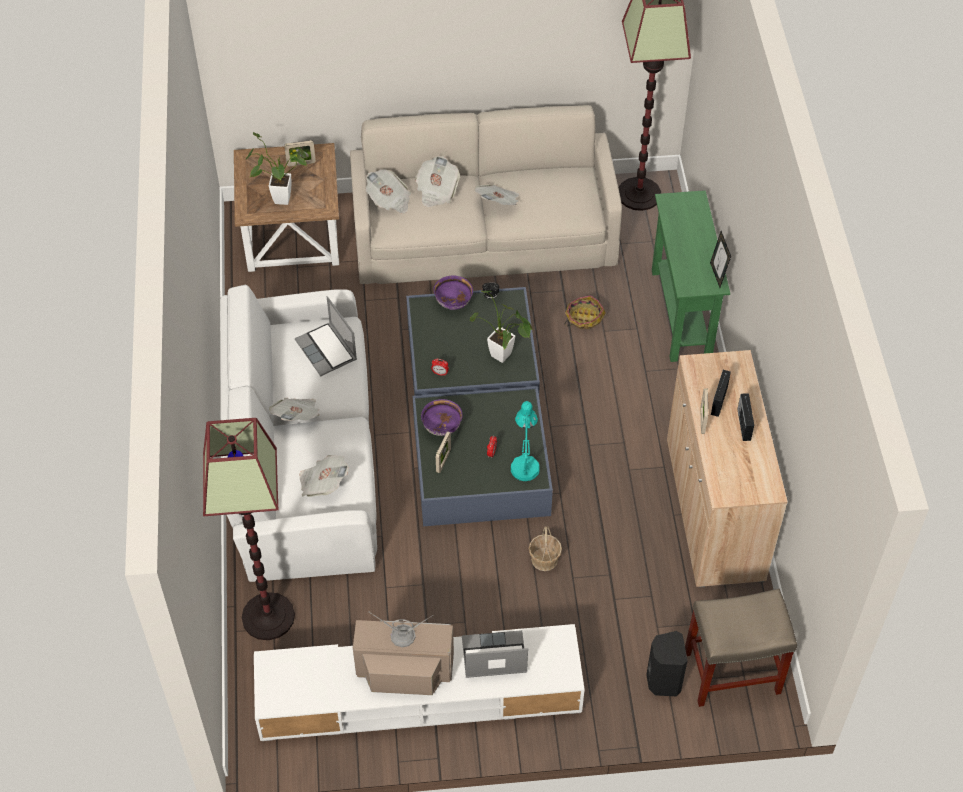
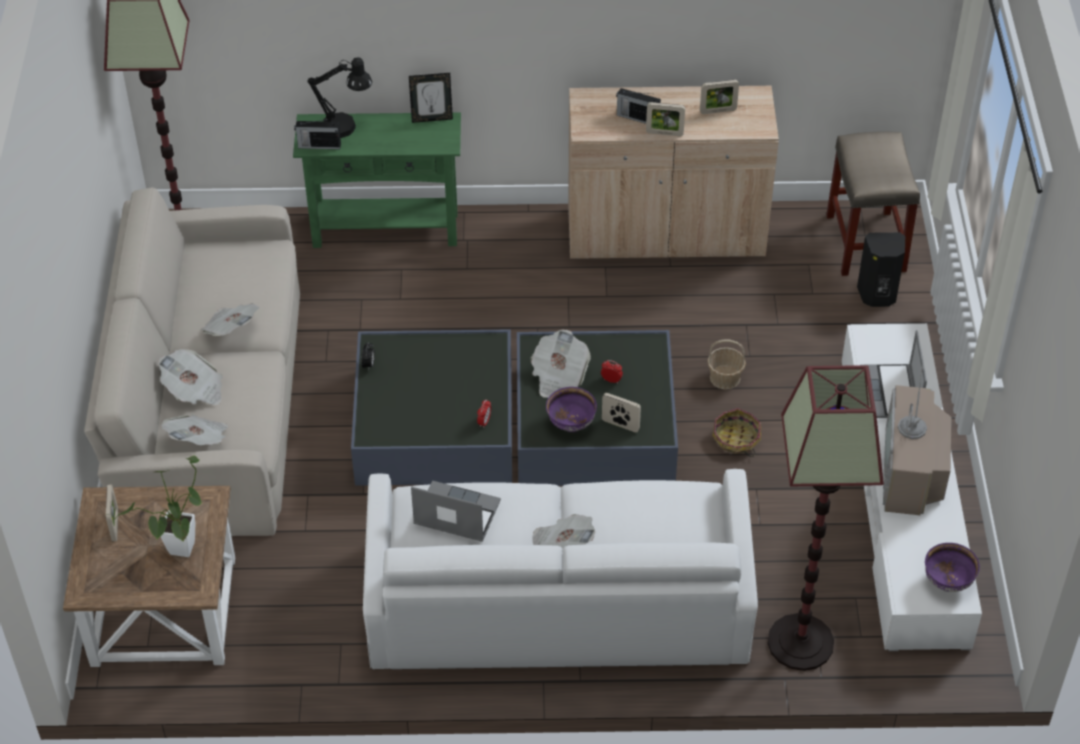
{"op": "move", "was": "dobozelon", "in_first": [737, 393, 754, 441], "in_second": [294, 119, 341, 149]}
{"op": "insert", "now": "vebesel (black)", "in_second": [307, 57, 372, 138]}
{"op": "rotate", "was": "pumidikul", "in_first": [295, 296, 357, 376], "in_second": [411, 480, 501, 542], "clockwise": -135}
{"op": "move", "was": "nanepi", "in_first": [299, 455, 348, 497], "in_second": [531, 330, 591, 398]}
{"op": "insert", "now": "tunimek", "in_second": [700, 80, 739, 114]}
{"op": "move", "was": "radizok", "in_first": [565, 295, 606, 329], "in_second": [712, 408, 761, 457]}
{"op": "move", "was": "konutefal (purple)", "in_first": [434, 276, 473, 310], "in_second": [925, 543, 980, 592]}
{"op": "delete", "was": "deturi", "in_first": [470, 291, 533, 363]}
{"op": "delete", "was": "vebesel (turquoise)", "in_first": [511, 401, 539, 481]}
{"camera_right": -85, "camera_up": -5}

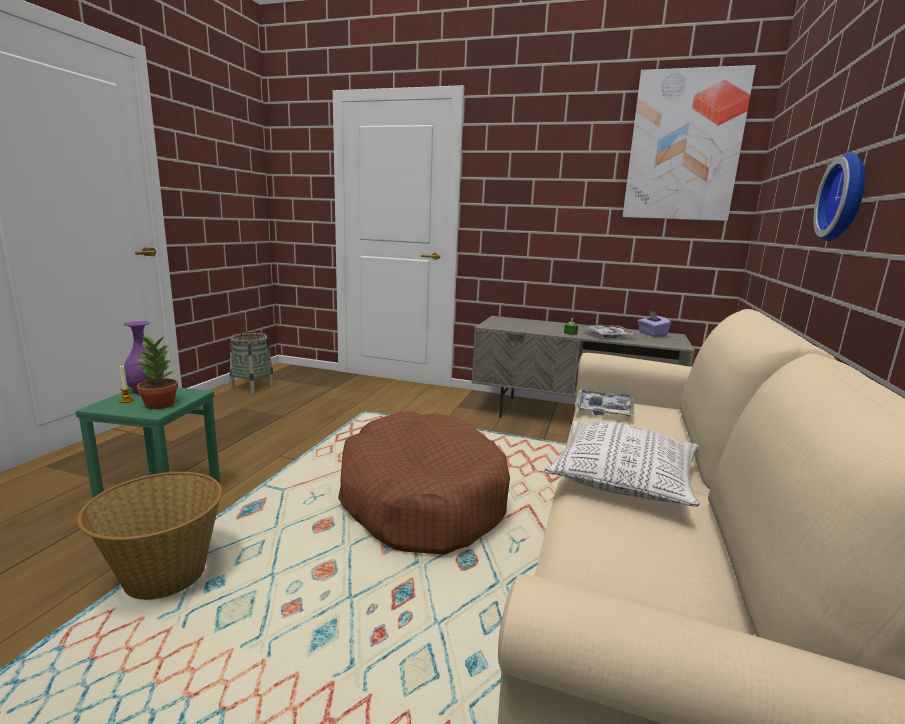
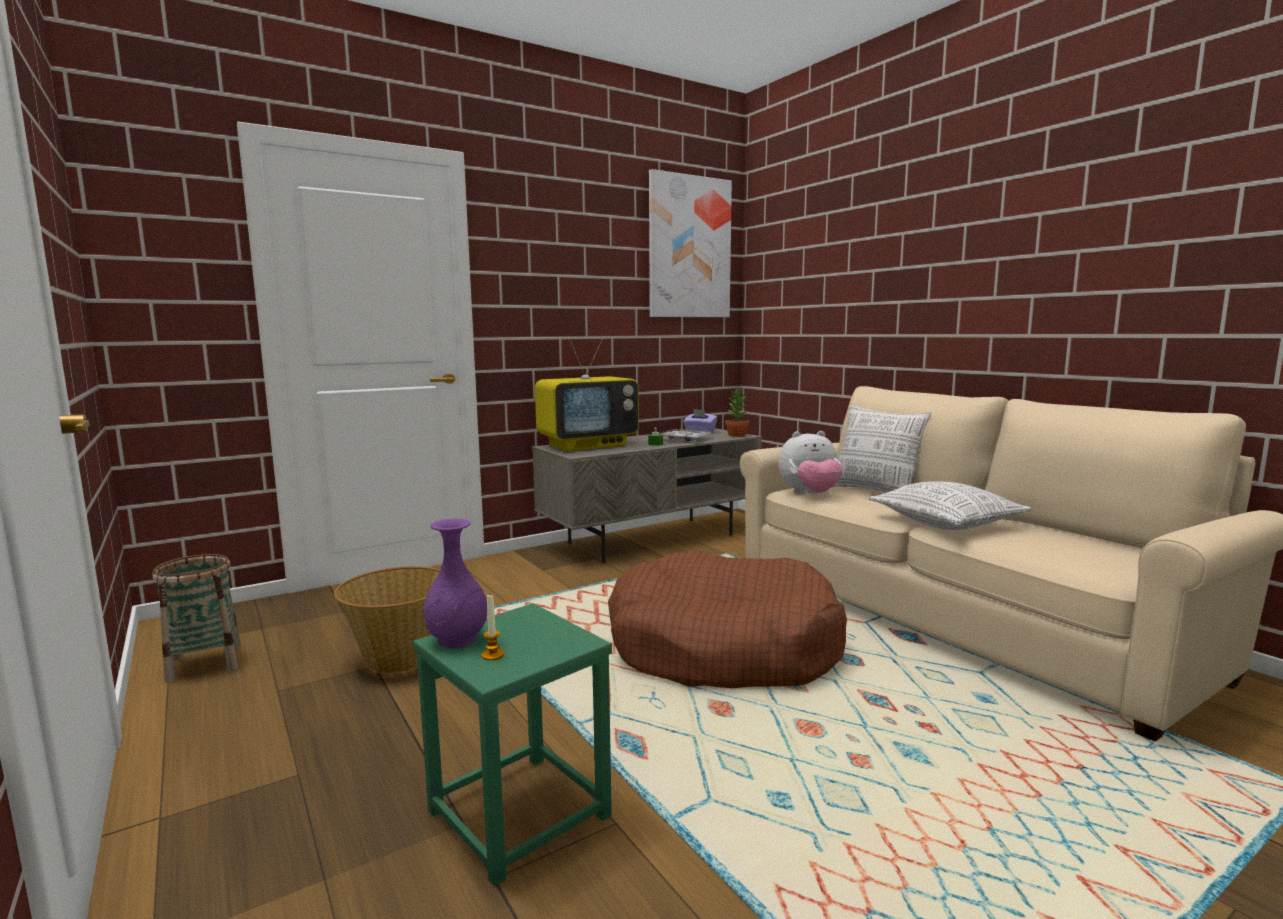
{"op": "move", "was": "radizok", "in_first": [77, 472, 222, 600], "in_second": [334, 566, 440, 674]}
{"op": "insert", "now": "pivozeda", "in_second": [535, 338, 639, 451]}
{"op": "move", "was": "deturi", "in_first": [136, 335, 178, 409], "in_second": [725, 388, 749, 437]}
{"op": "replace", "was": "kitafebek", "now": "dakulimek", "in_first": [575, 389, 634, 416], "in_second": [778, 431, 842, 494]}
{"op": "insert", "now": "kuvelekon", "in_second": [832, 404, 931, 493]}
{"op": "delete", "was": "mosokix", "in_first": [813, 152, 865, 241]}
{"camera_right": -50, "camera_up": -5}

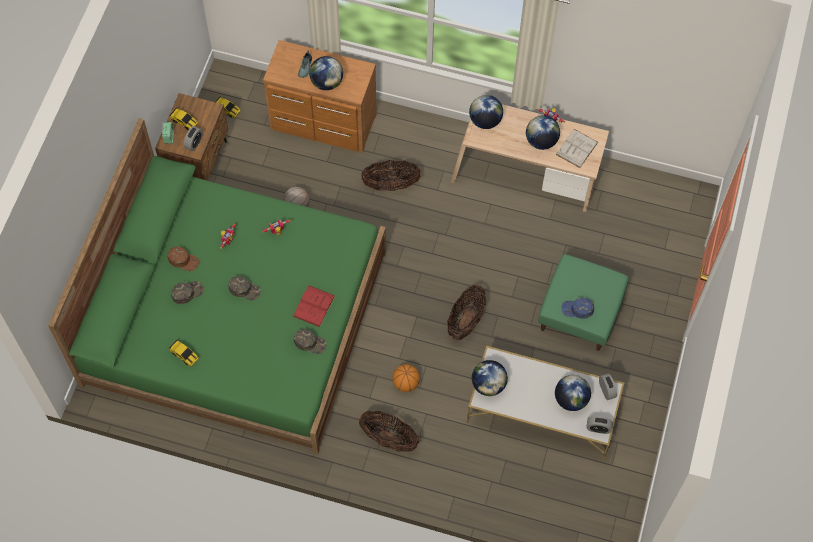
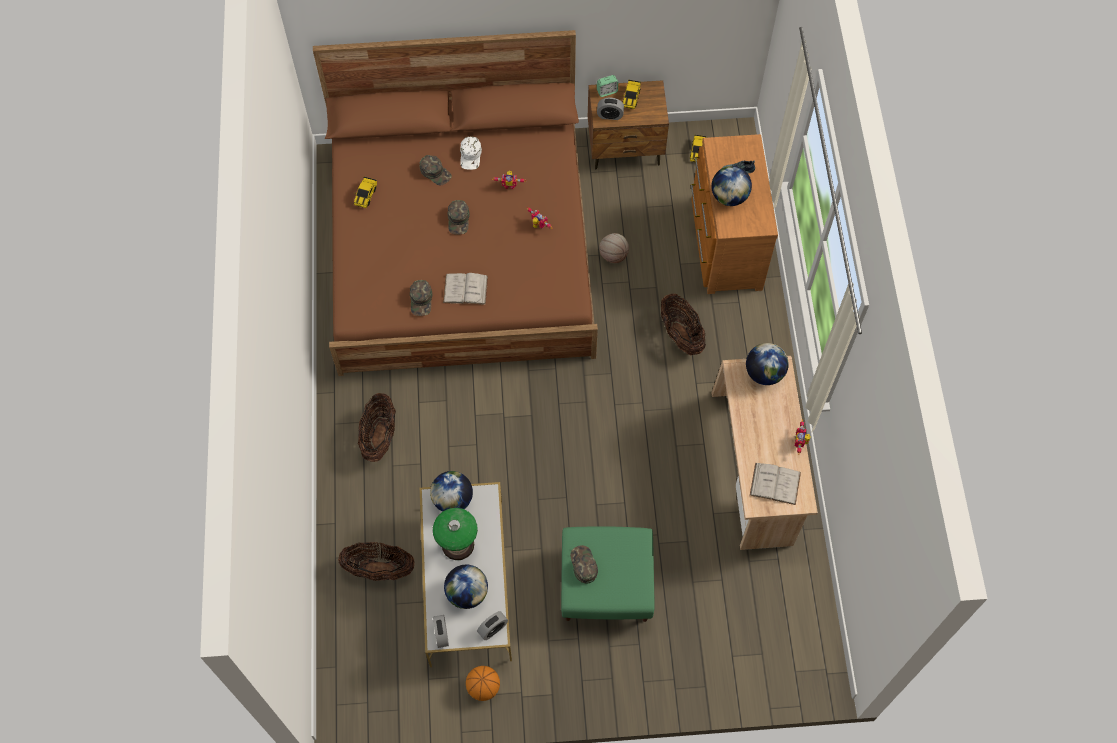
{"op": "recolor", "was": "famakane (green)", "now": "famakane (brown)", "in_first": [48, 118, 386, 454], "in_second": [313, 30, 598, 376]}
{"op": "move", "was": "radizok", "in_first": [447, 285, 486, 340], "in_second": [338, 542, 414, 581]}
{"op": "insert", "now": "vebesel", "in_second": [433, 508, 478, 560]}
{"op": "recolor", "was": "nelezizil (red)", "now": "nelezizil (white)", "in_first": [293, 285, 335, 327], "in_second": [443, 273, 488, 305]}
{"op": "recolor", "was": "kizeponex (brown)", "now": "kizeponex (white)", "in_first": [167, 246, 199, 271], "in_second": [460, 136, 482, 170]}
{"op": "move", "was": "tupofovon", "in_first": [392, 364, 420, 392], "in_second": [466, 666, 500, 701]}
{"op": "recolor", "was": "kizeponex (blue)", "now": "kizeponex (green)", "in_first": [561, 298, 594, 318], "in_second": [570, 545, 598, 583]}
{"op": "delete", "was": "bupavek", "in_first": [526, 115, 560, 150]}
{"camera_right": 70, "camera_up": 0}

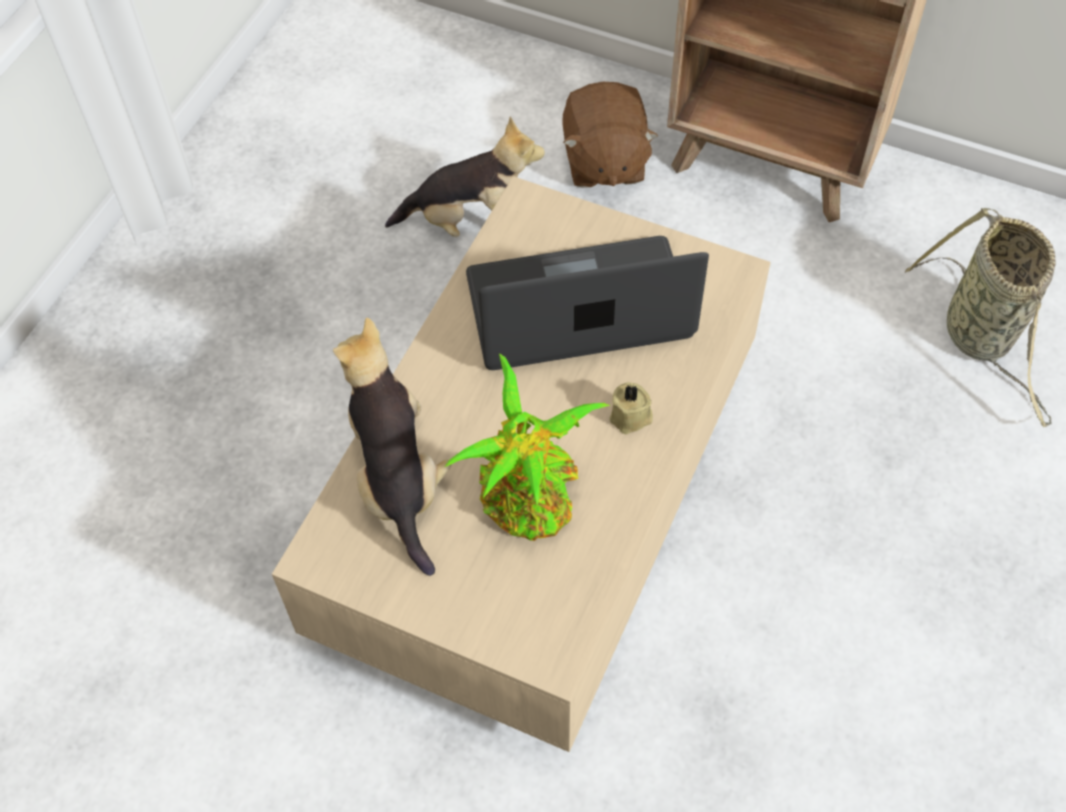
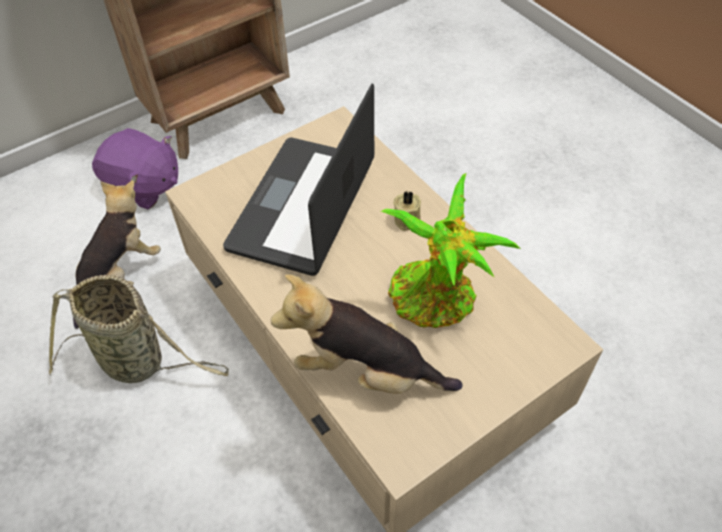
{"op": "move", "was": "radizok", "in_first": [905, 208, 1056, 427], "in_second": [49, 275, 229, 383]}
{"op": "recolor", "was": "dakulimek (brown)", "now": "dakulimek (purple)", "in_first": [562, 82, 658, 188], "in_second": [92, 128, 178, 209]}
{"camera_right": -60, "camera_up": -5}

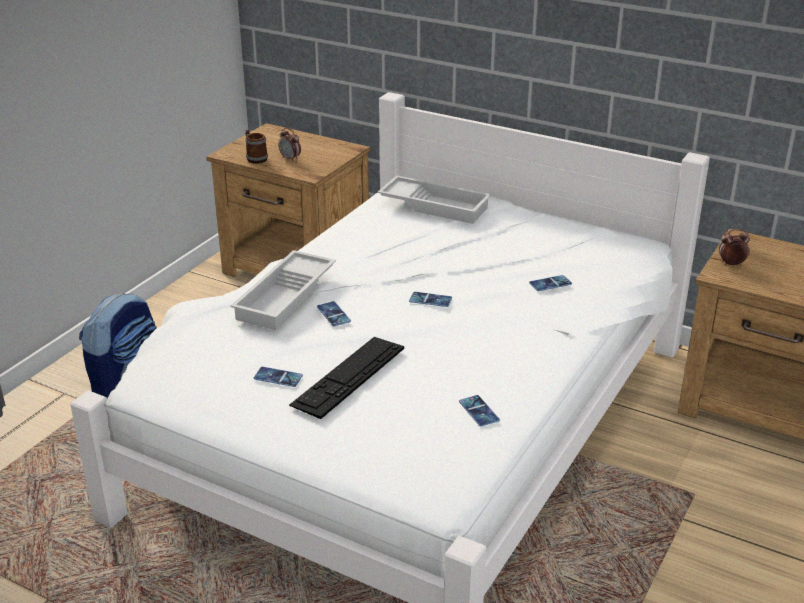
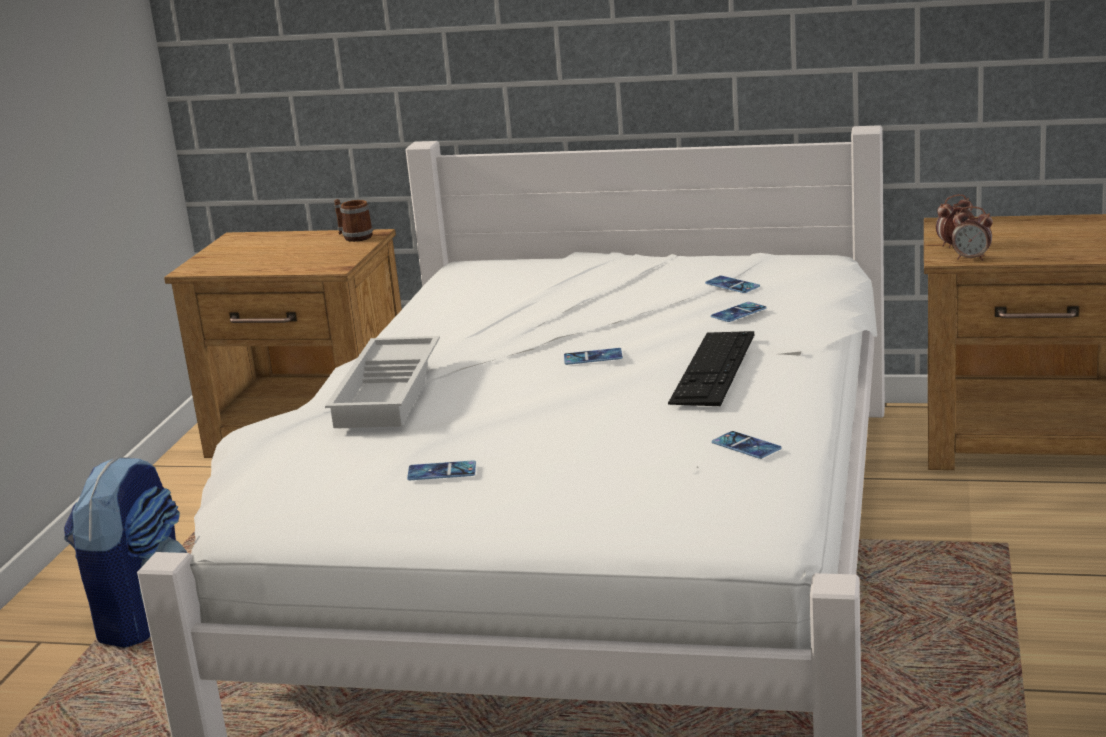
{"op": "move", "was": "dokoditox", "in_first": [245, 130, 268, 164], "in_second": [334, 199, 373, 242]}
{"op": "move", "was": "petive", "in_first": [289, 337, 404, 419], "in_second": [668, 331, 754, 406]}
{"op": "move", "was": "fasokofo", "in_first": [317, 301, 351, 326], "in_second": [705, 276, 760, 293]}
{"op": "move", "was": "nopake", "in_first": [278, 128, 301, 162], "in_second": [951, 206, 993, 261]}
{"op": "delete", "was": "kitafebek (white)", "in_first": [378, 175, 491, 224]}
{"camera_right": -15, "camera_up": -10}

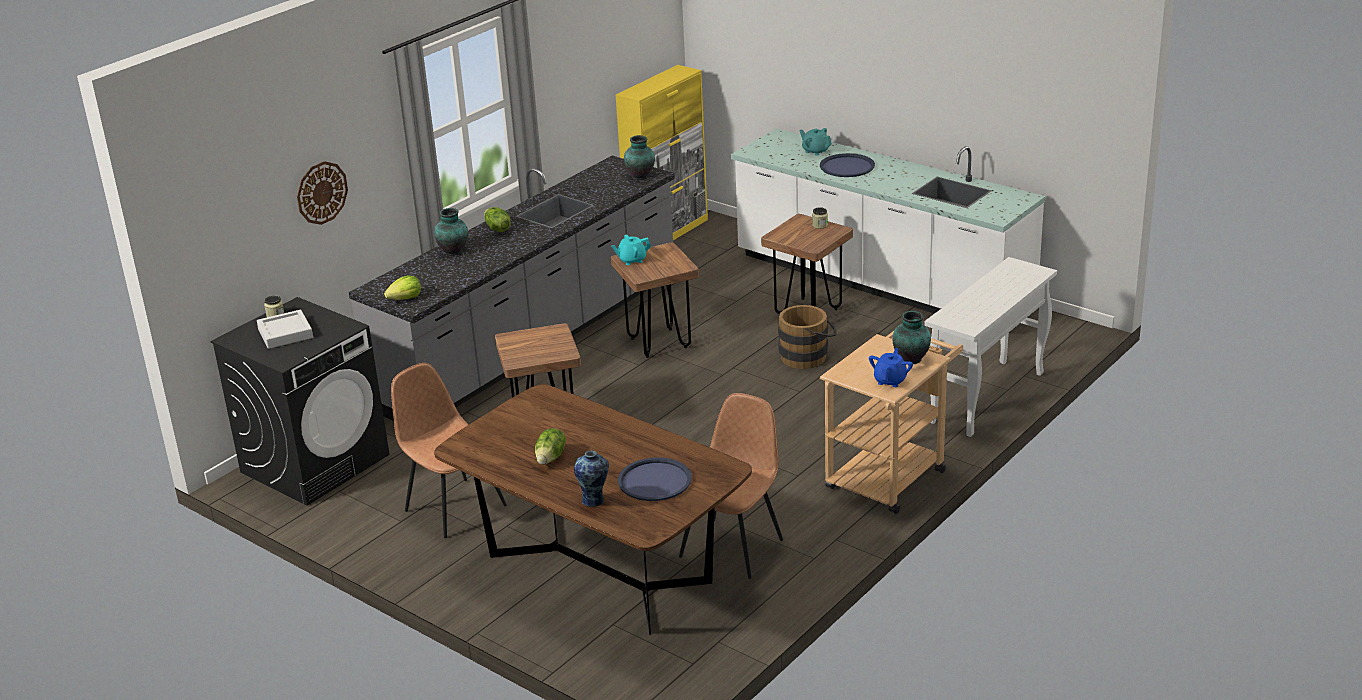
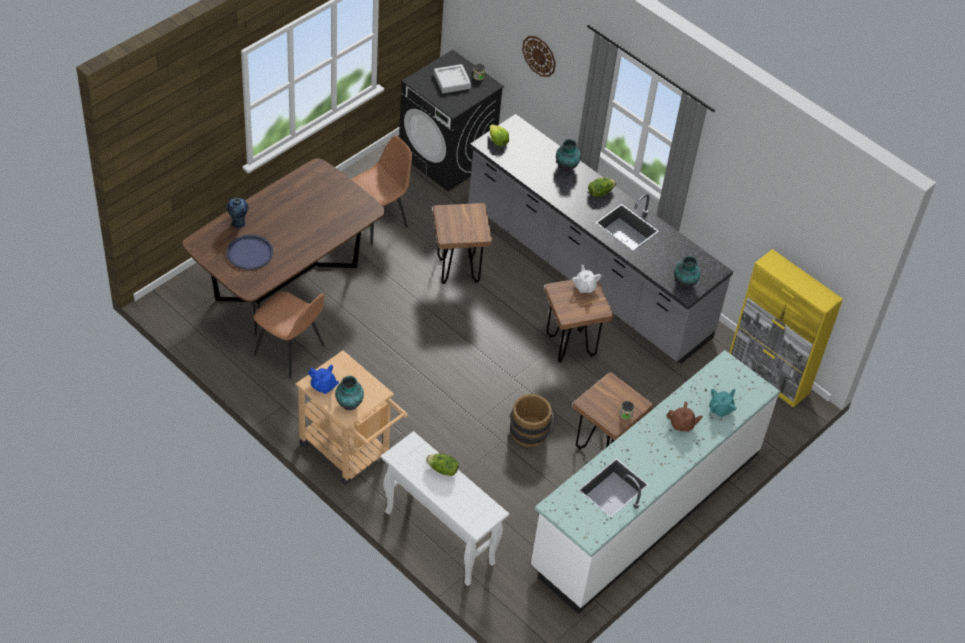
{"op": "move", "was": "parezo", "in_first": [535, 428, 566, 465], "in_second": [426, 453, 459, 476]}
{"op": "recolor", "was": "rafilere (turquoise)", "now": "rafilere (white)", "in_first": [612, 234, 651, 265], "in_second": [572, 265, 602, 293]}
{"op": "replace", "was": "kitafebek (blue)", "now": "rafilere (brown)", "in_first": [820, 153, 875, 177], "in_second": [666, 402, 703, 432]}
{"camera_right": 90, "camera_up": 20}

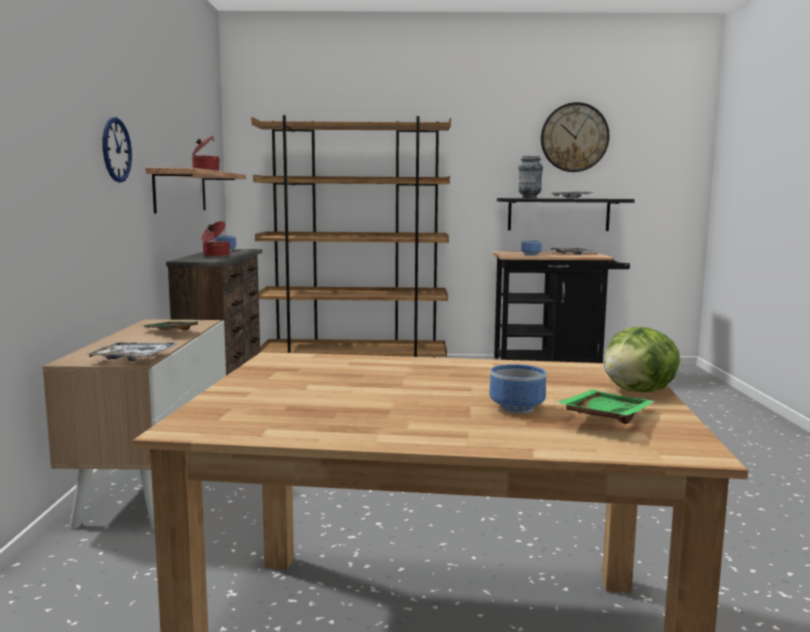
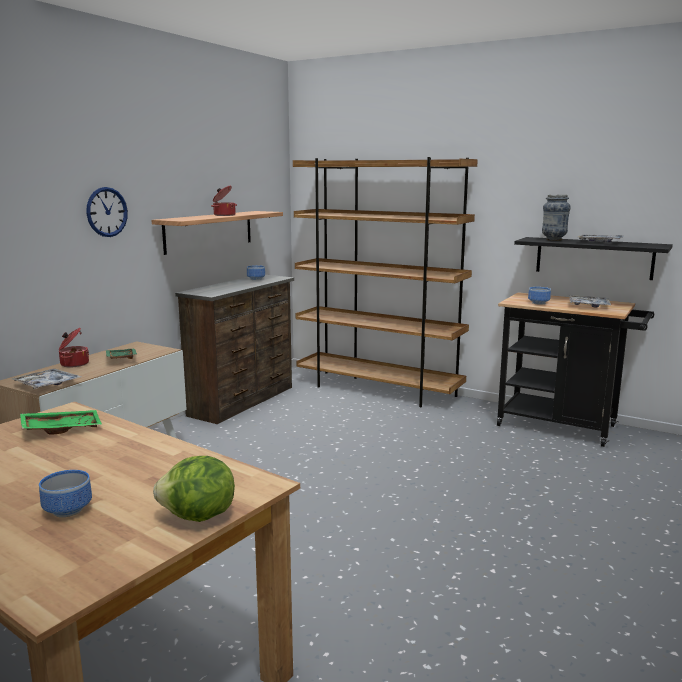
{"op": "move", "was": "kitafebek (green)", "in_first": [556, 389, 656, 424], "in_second": [20, 410, 102, 434]}
{"op": "move", "was": "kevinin", "in_first": [201, 221, 230, 257], "in_second": [59, 328, 89, 367]}
{"op": "delete", "was": "mosokix", "in_first": [541, 102, 610, 172]}
{"camera_right": 30, "camera_up": 5}

